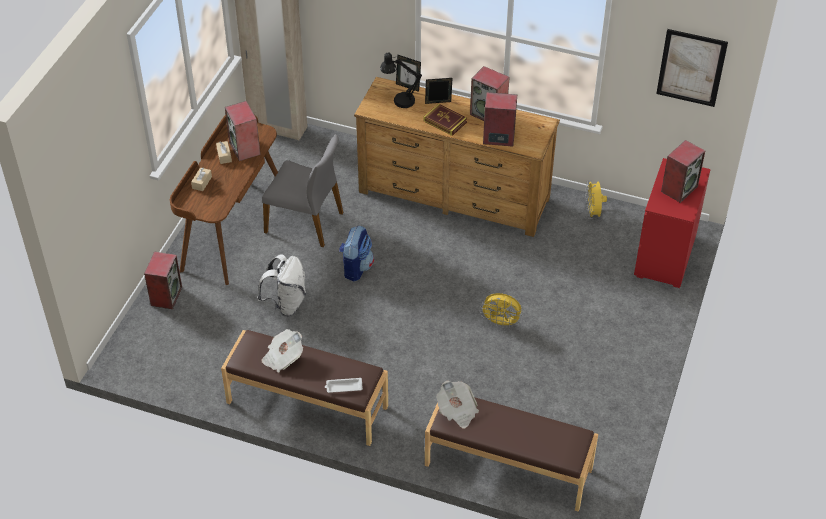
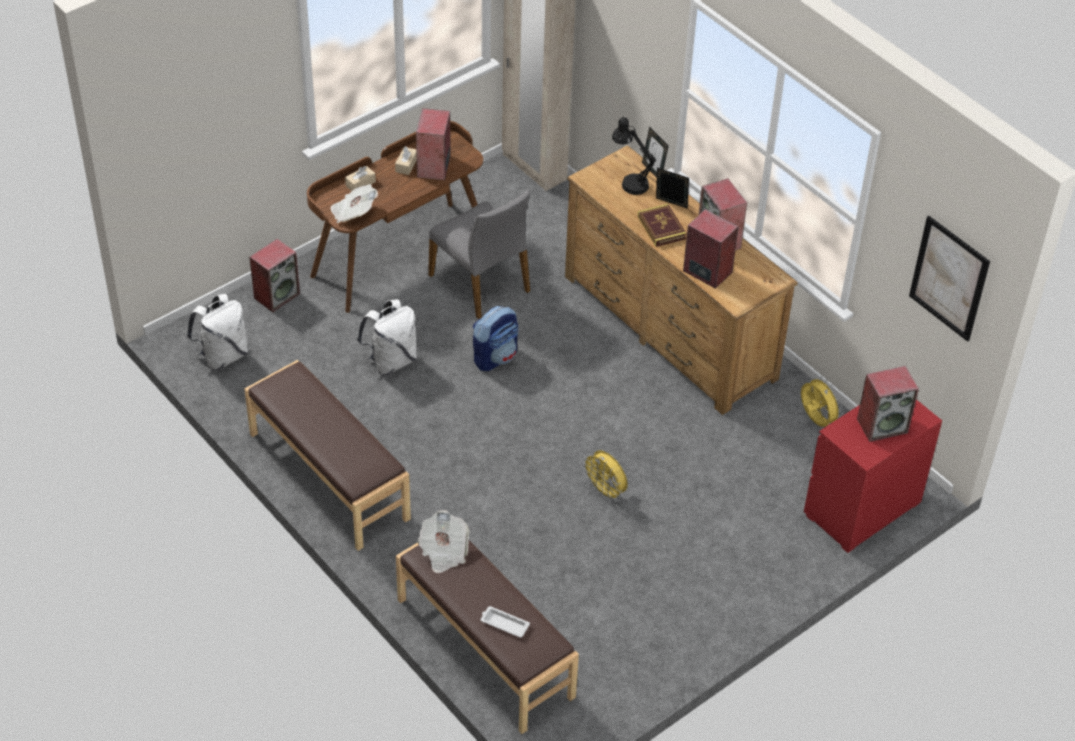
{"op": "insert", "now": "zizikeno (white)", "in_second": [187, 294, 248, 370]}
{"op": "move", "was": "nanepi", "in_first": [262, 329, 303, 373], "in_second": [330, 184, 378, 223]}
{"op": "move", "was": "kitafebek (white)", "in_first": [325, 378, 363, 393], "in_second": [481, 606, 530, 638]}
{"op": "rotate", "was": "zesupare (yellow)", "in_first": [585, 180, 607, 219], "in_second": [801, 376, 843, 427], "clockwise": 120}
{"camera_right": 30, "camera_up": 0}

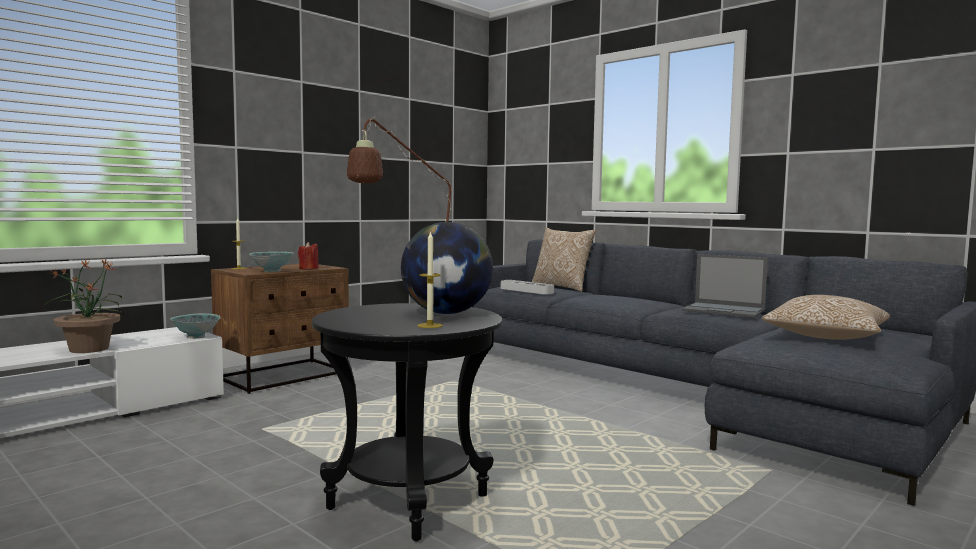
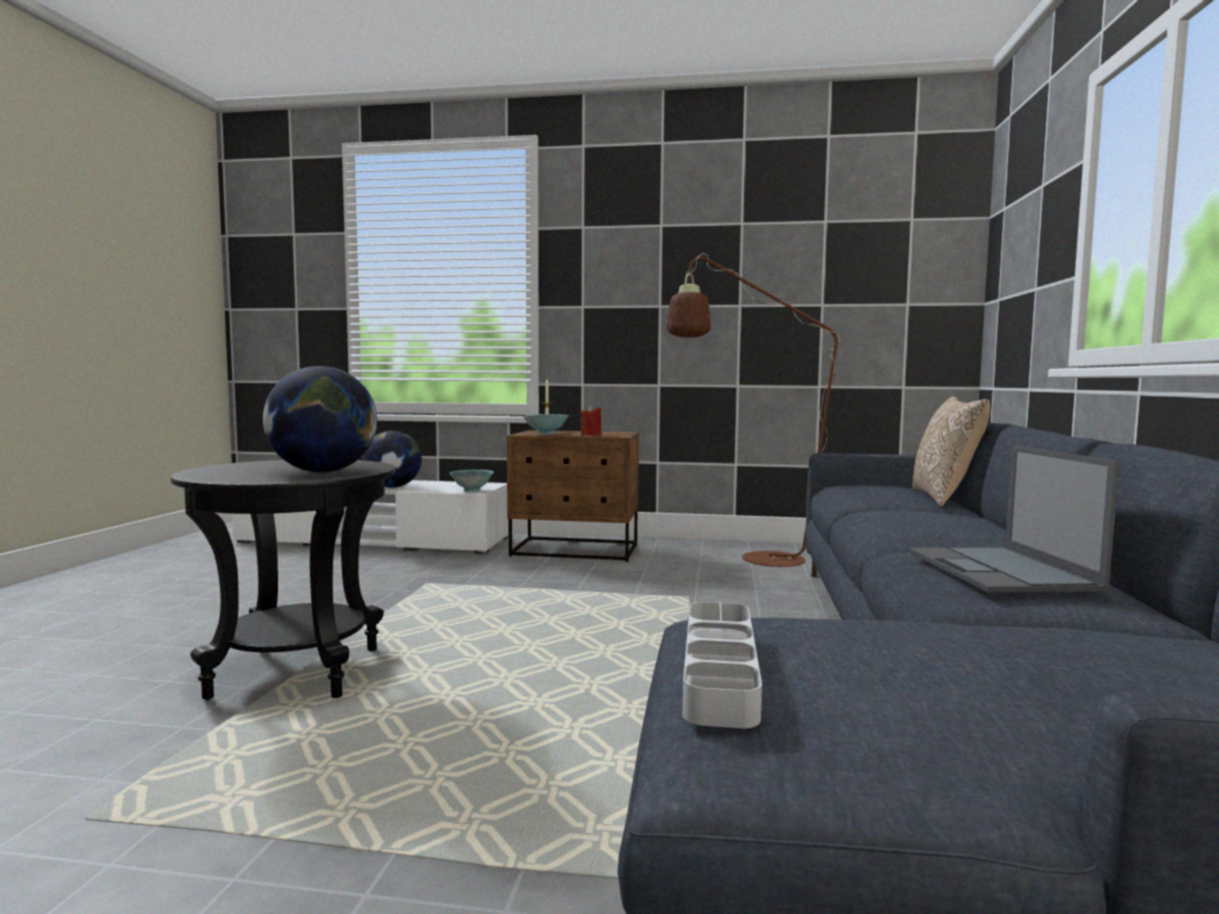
{"op": "replace", "was": "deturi", "now": "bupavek", "in_first": [44, 259, 125, 353], "in_second": [362, 431, 422, 488]}
{"op": "move", "was": "kitafebek (grey)", "in_first": [501, 280, 554, 294], "in_second": [683, 602, 762, 729]}
{"op": "delete", "was": "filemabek", "in_first": [417, 231, 443, 328]}
{"op": "delete", "was": "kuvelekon", "in_first": [761, 295, 890, 340]}
{"camera_right": 55, "camera_up": 0}

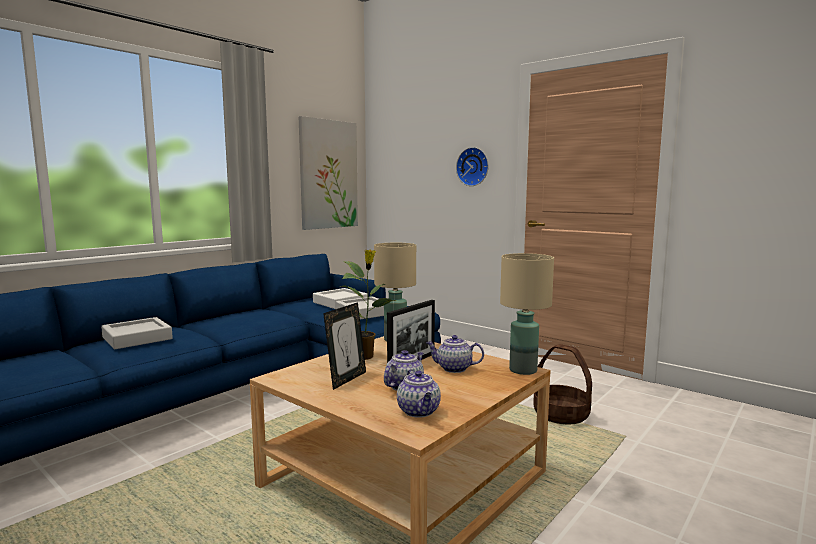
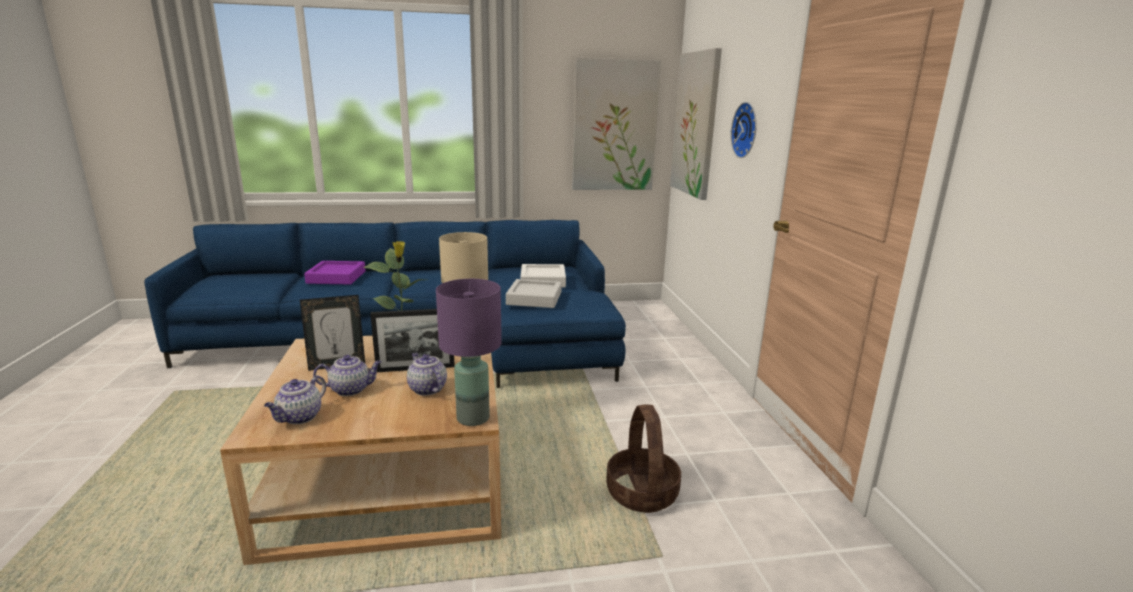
{"op": "recolor", "was": "kitafebek (grey)", "now": "kitafebek (purple)", "in_first": [101, 317, 173, 349], "in_second": [304, 261, 366, 284]}
{"op": "recolor", "was": "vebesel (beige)", "now": "vebesel (purple)", "in_first": [500, 253, 554, 375], "in_second": [436, 279, 502, 426]}
{"op": "insert", "now": "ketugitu", "in_second": [670, 48, 722, 200]}
{"camera_right": 40, "camera_up": 10}

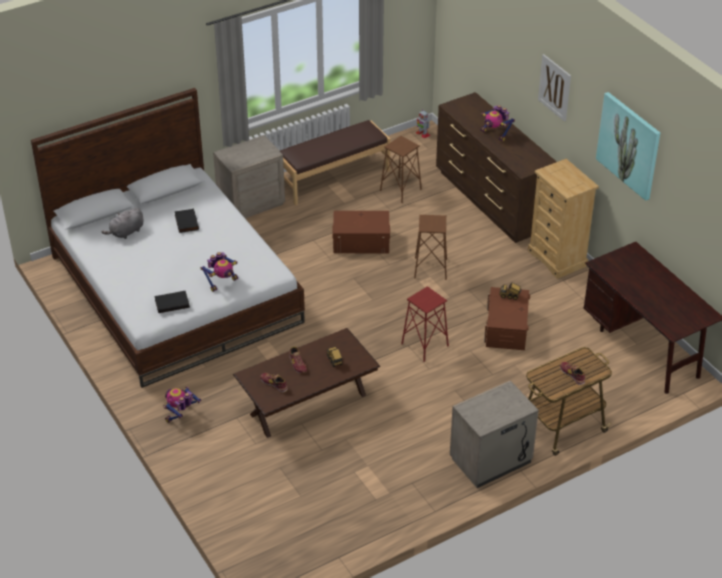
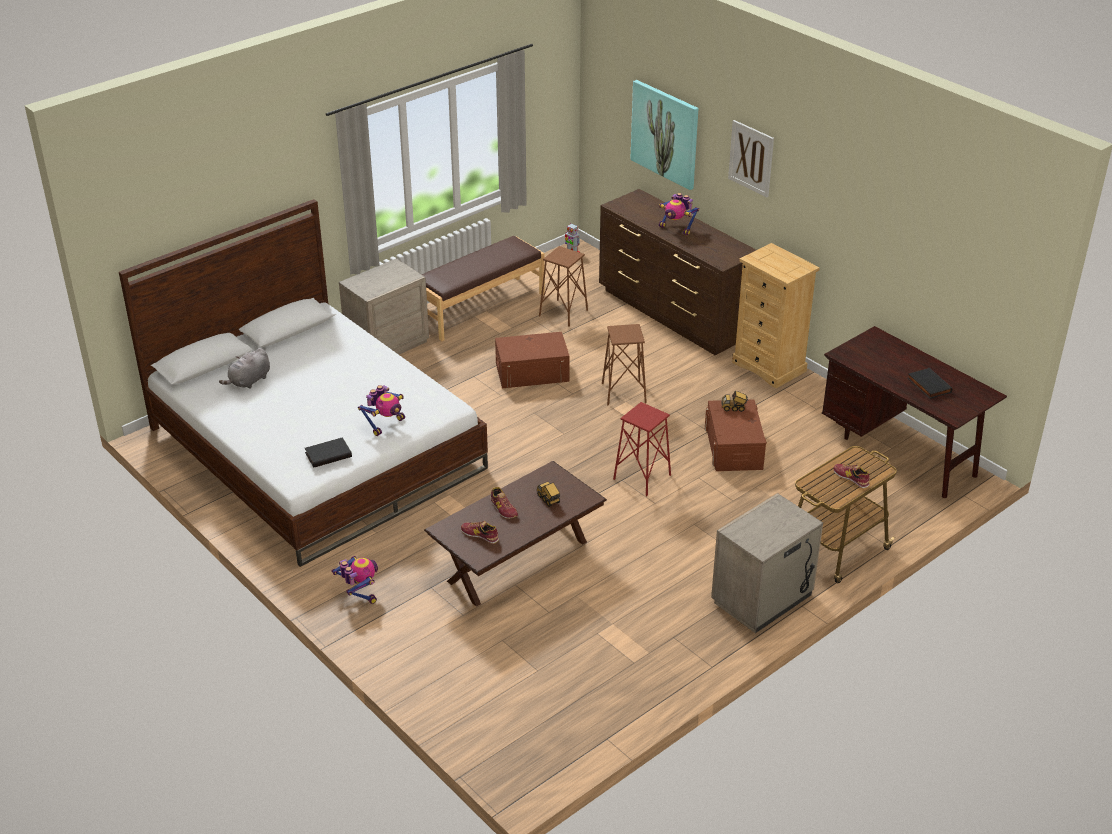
{"op": "rotate", "was": "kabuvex", "in_first": [163, 387, 201, 423], "in_second": [331, 556, 378, 604], "clockwise": 120}
{"op": "move", "was": "ketugitu", "in_first": [596, 92, 660, 201], "in_second": [630, 80, 698, 190]}
{"op": "move", "was": "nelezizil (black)", "in_first": [174, 208, 199, 233], "in_second": [907, 368, 952, 399]}
{"camera_right": -10, "camera_up": -5}

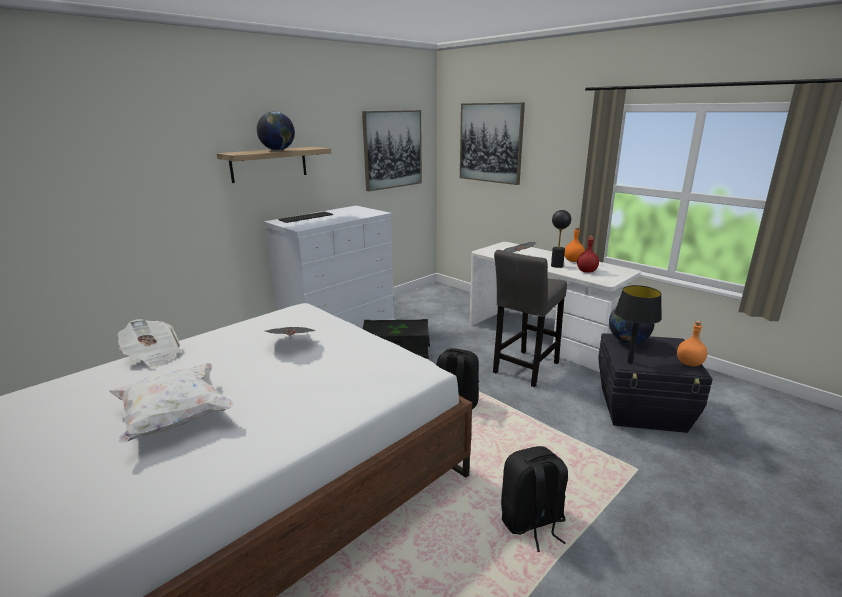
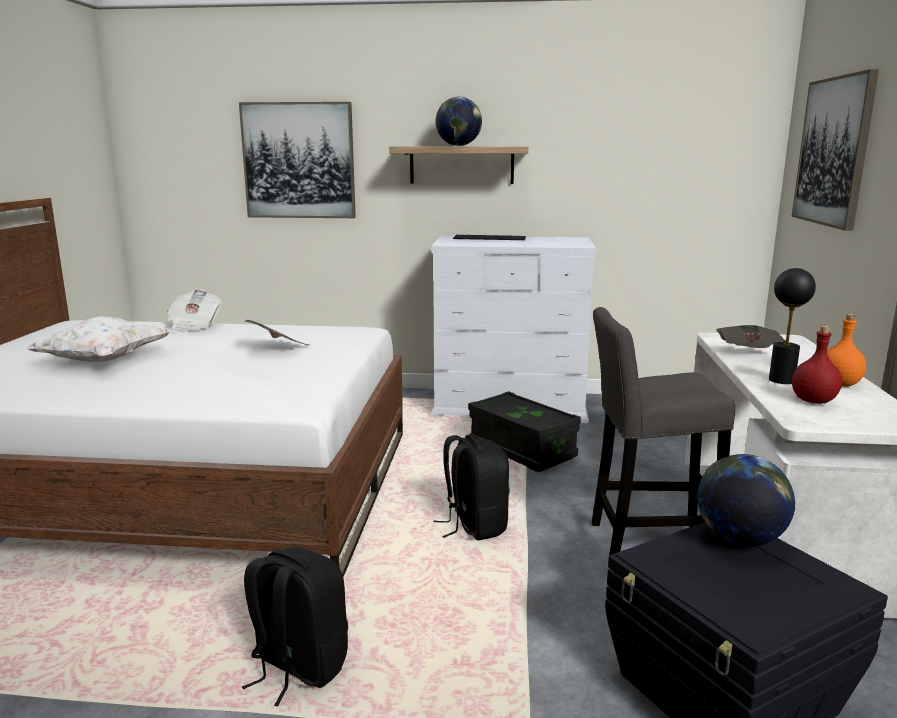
{"op": "move", "was": "ketugitu", "in_first": [362, 110, 422, 191], "in_second": [239, 102, 356, 218]}
{"op": "delete", "was": "vebesel (black)", "in_first": [615, 285, 662, 364]}
{"op": "delete", "was": "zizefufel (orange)", "in_first": [677, 321, 707, 367]}
{"camera_right": 50, "camera_up": -5}

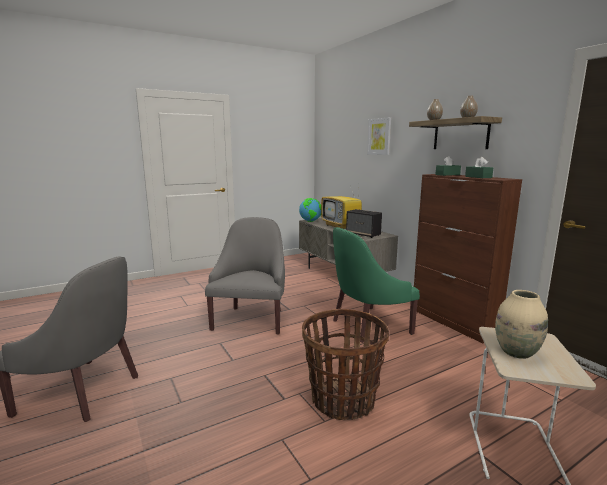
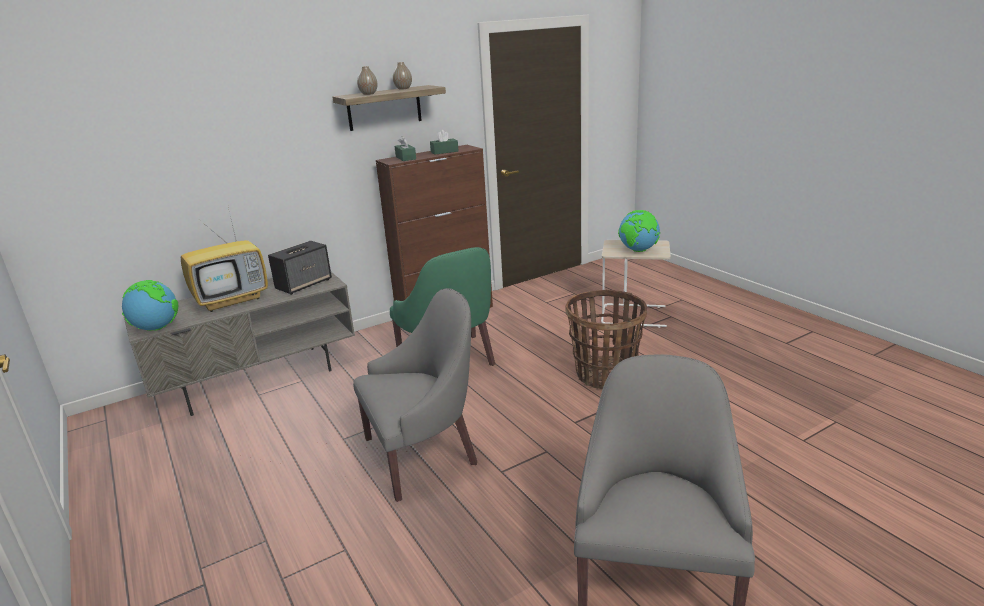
{"op": "rotate", "was": "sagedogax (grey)", "in_first": [205, 217, 285, 334], "in_second": [353, 288, 477, 502], "clockwise": 150}
{"op": "replace", "was": "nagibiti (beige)", "now": "bupavek", "in_first": [495, 290, 548, 359], "in_second": [618, 210, 661, 252]}
{"op": "delete", "was": "ketugitu", "in_first": [367, 117, 391, 155]}
{"camera_right": -90, "camera_up": 10}

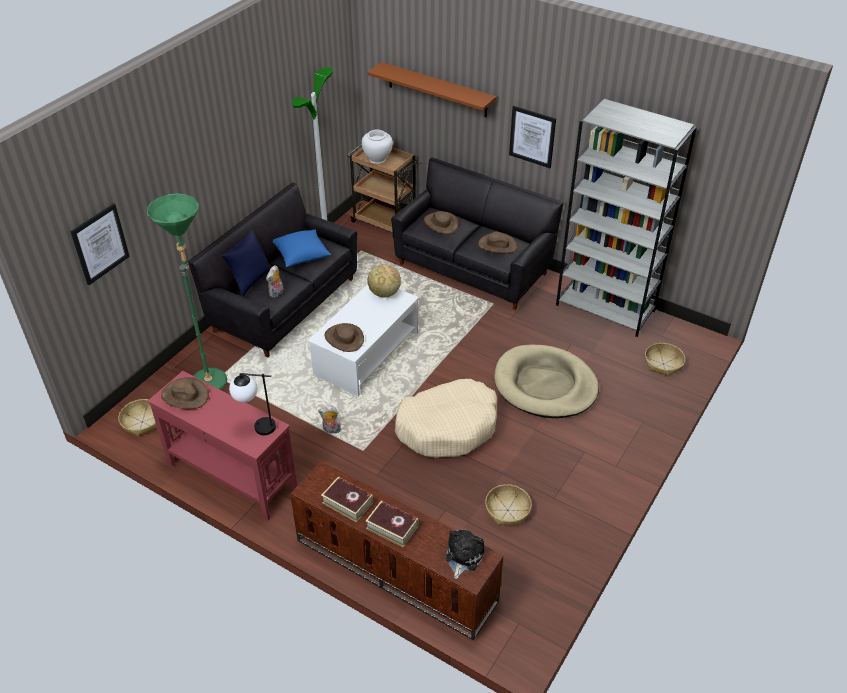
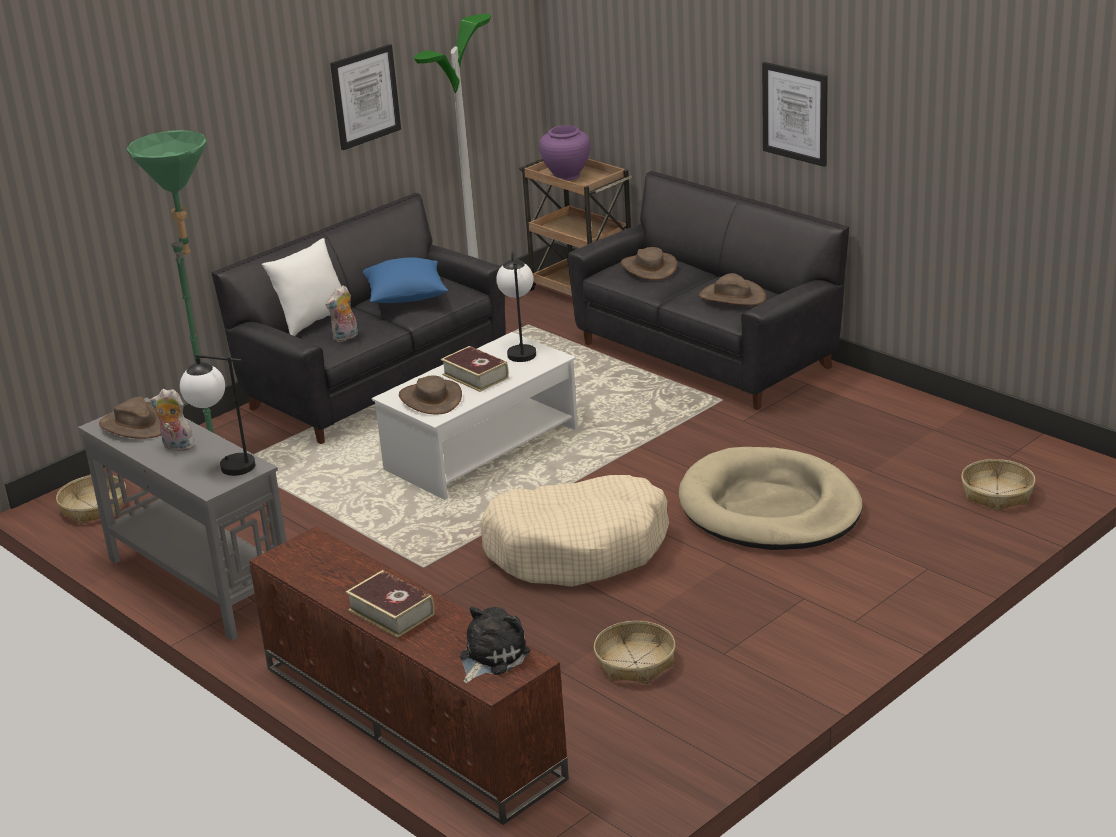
{"op": "recolor", "was": "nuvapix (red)", "now": "nuvapix (grey)", "in_first": [148, 371, 297, 521], "in_second": [78, 398, 287, 641]}
{"op": "move", "was": "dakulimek", "in_first": [318, 406, 341, 434], "in_second": [150, 389, 195, 453]}
{"op": "recolor", "was": "kuvelekon (blue)", "now": "kuvelekon (white)", "in_first": [222, 230, 271, 297], "in_second": [262, 238, 341, 336]}
{"op": "move", "was": "ketugitu", "in_first": [70, 203, 130, 285], "in_second": [330, 44, 401, 150]}
{"op": "move", "was": "nelezizil", "in_first": [321, 476, 373, 523], "in_second": [441, 346, 509, 392]}
{"op": "replace", "was": "bupavek", "now": "vebesel", "in_first": [367, 264, 401, 297], "in_second": [496, 252, 536, 362]}
{"op": "recolor", "was": "nagibiti (white)", "now": "nagibiti (purple)", "in_first": [361, 130, 393, 164], "in_second": [539, 125, 591, 181]}
{"op": "delete", "was": "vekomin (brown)", "in_first": [367, 62, 496, 117]}
{"op": "delete", "was": "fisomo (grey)", "in_first": [556, 99, 697, 337]}
{"camera_right": 15, "camera_up": -15}

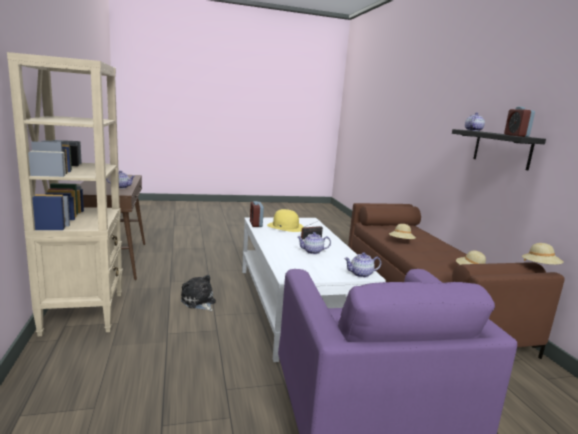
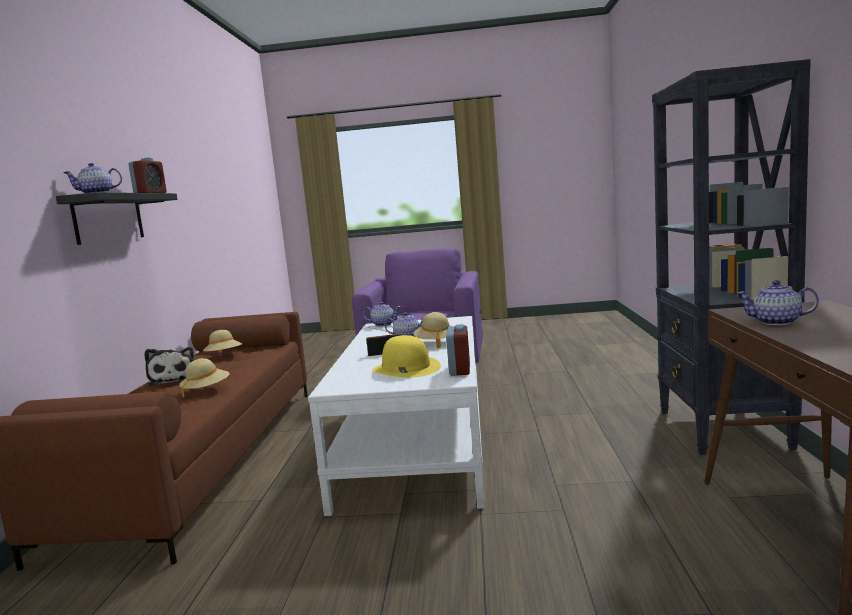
{"op": "move", "was": "dakulimek", "in_first": [181, 275, 216, 311], "in_second": [144, 347, 194, 386]}
{"op": "move", "was": "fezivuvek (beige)", "in_first": [522, 243, 564, 265], "in_second": [413, 312, 451, 349]}
{"op": "recolor", "was": "fisomo (beige)", "now": "fisomo (black)", "in_first": [7, 52, 123, 336], "in_second": [652, 59, 811, 455]}
{"camera_right": -160, "camera_up": -5}

